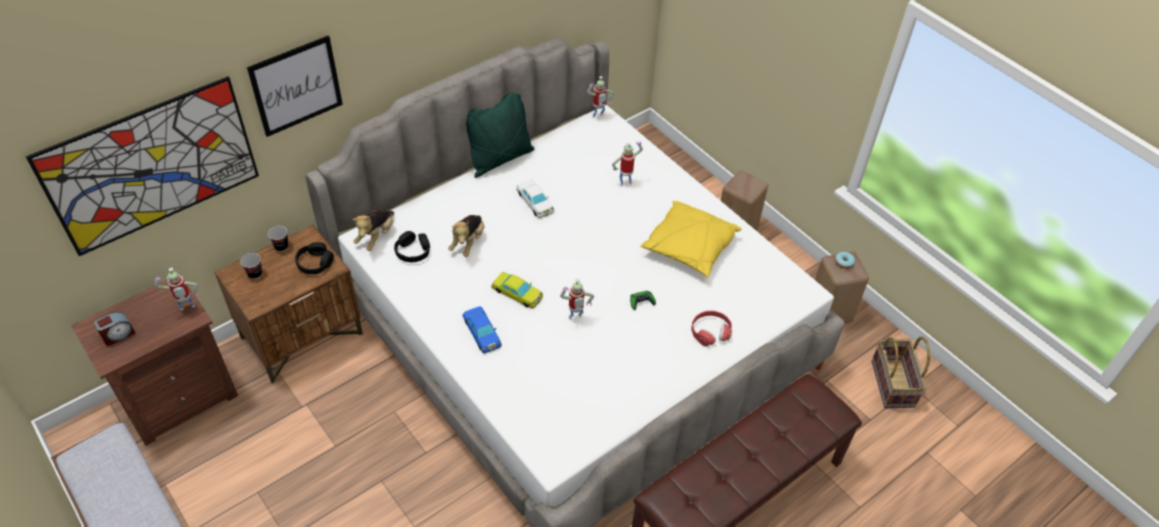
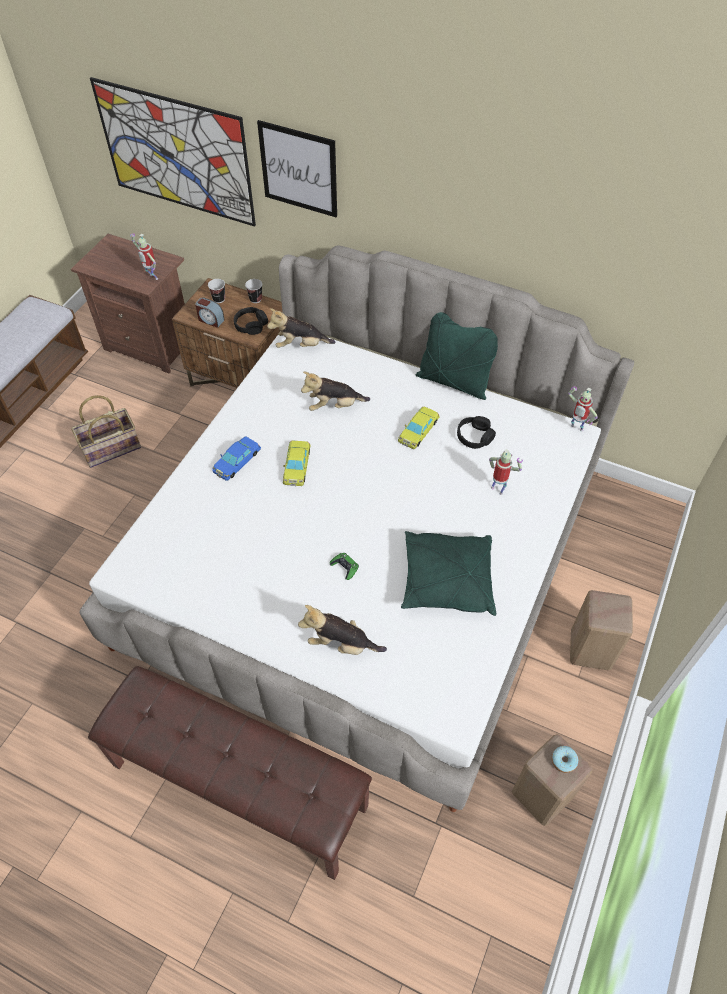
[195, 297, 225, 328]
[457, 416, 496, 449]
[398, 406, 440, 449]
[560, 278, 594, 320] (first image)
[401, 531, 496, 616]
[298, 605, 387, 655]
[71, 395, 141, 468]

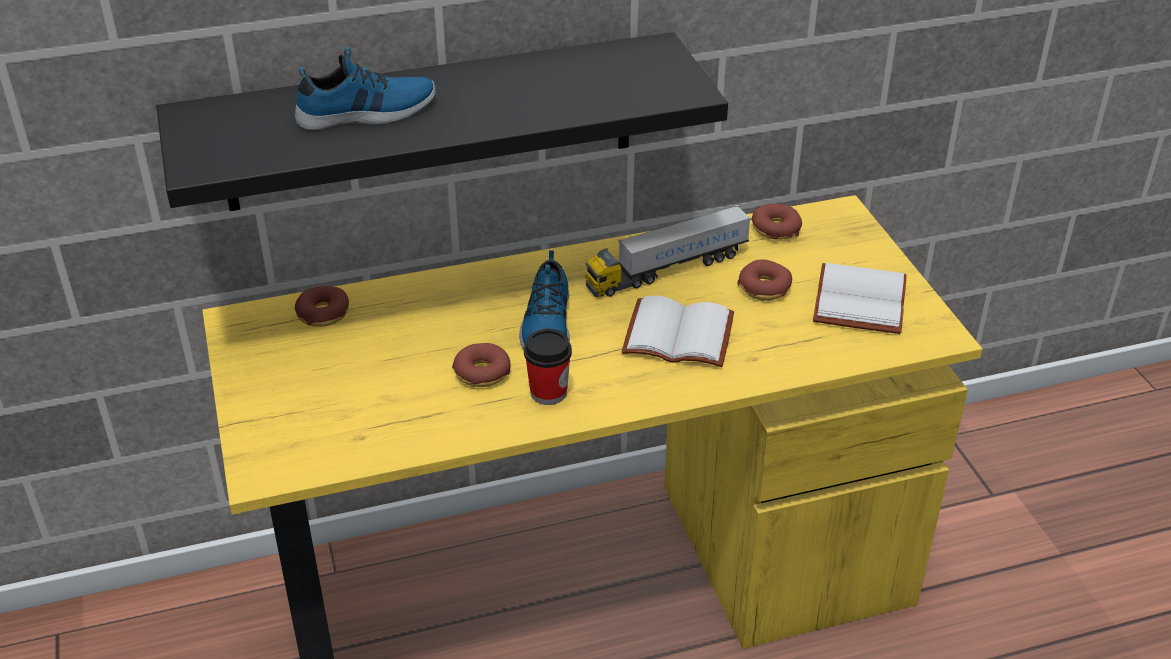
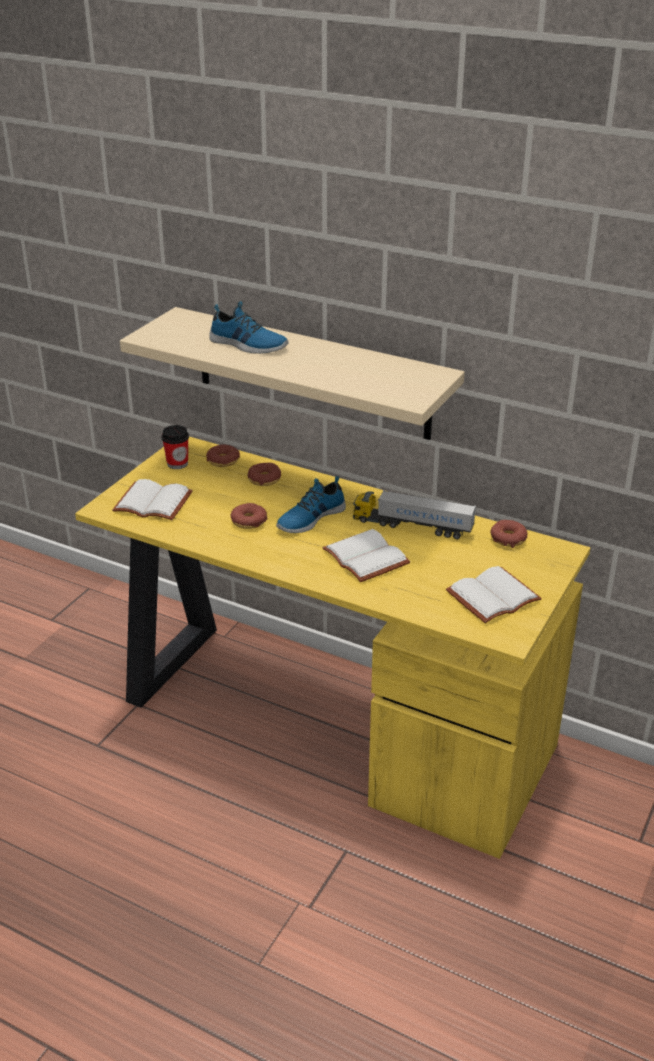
[120, 307, 465, 440]
[162, 425, 189, 469]
[248, 463, 281, 486]
[112, 479, 193, 520]

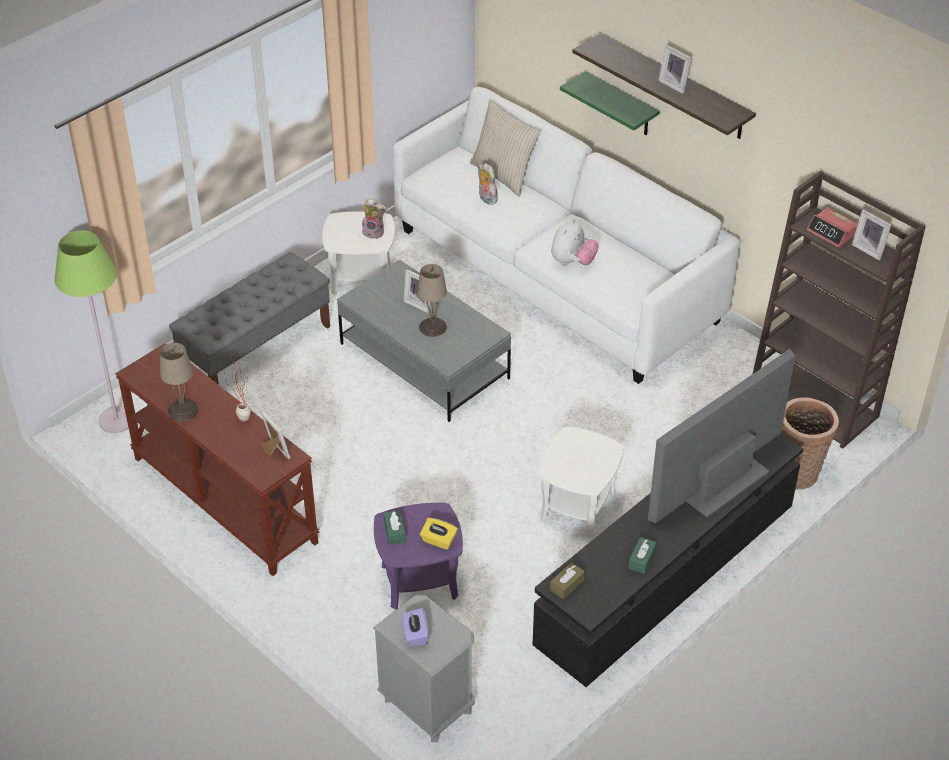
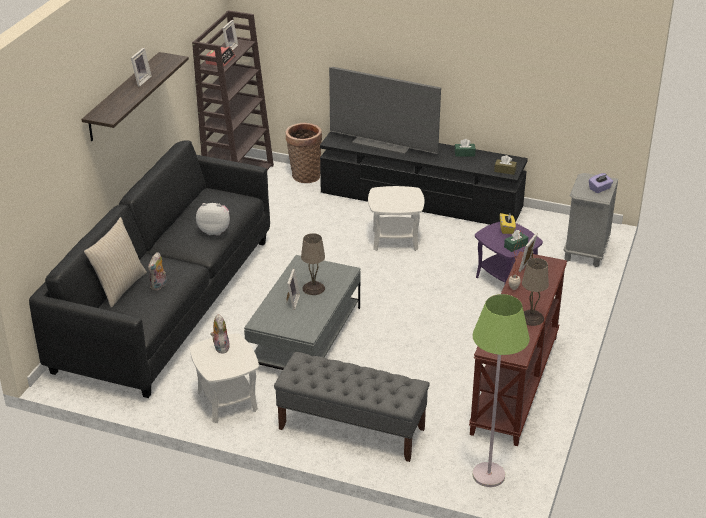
[29, 141, 270, 398]
[560, 71, 660, 135] (first image)

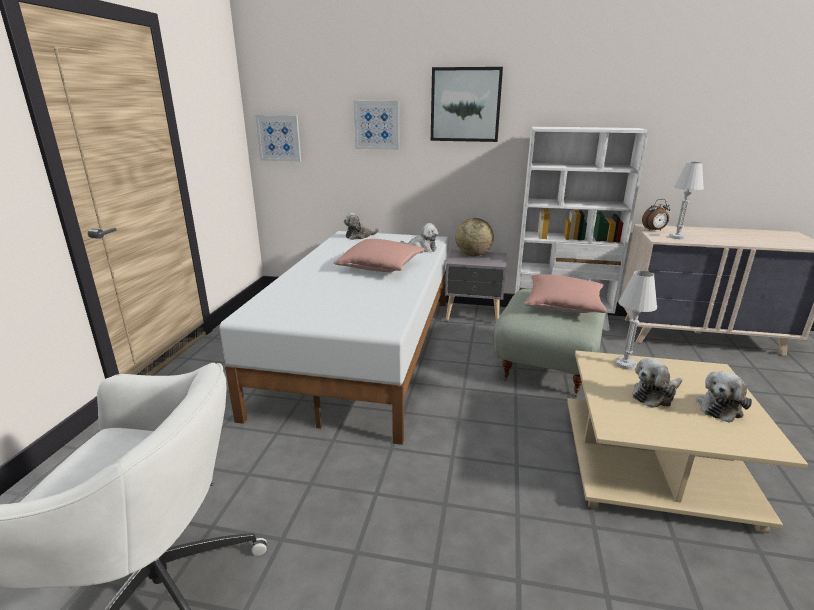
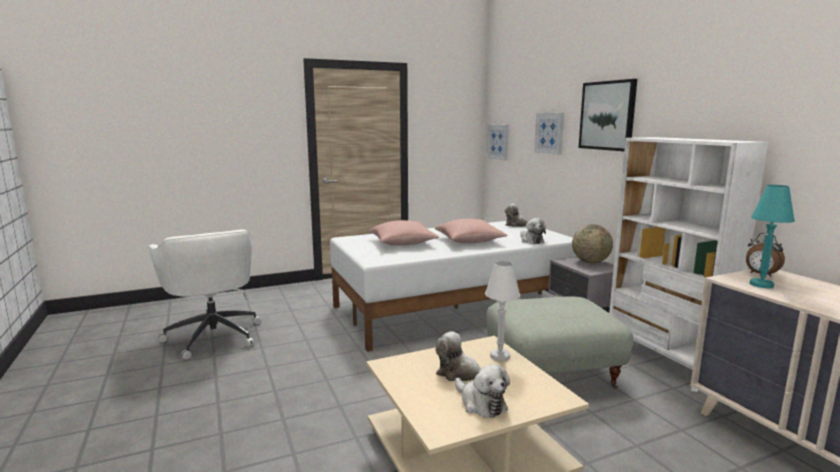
[369, 220, 439, 246]
[749, 185, 795, 288]
[455, 364, 510, 418]

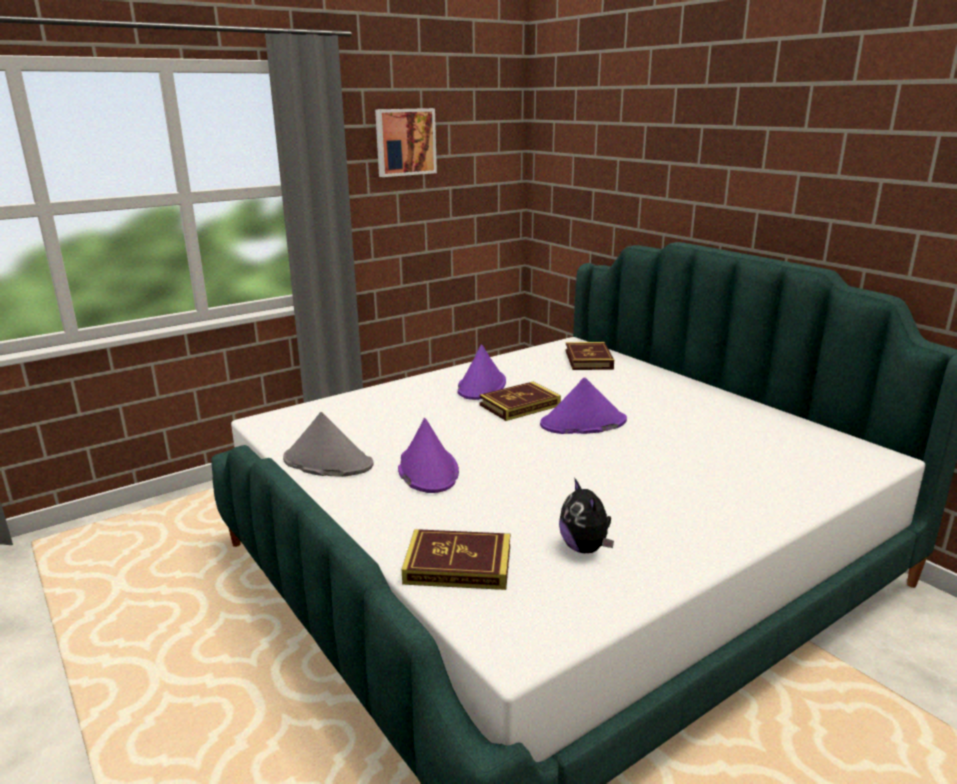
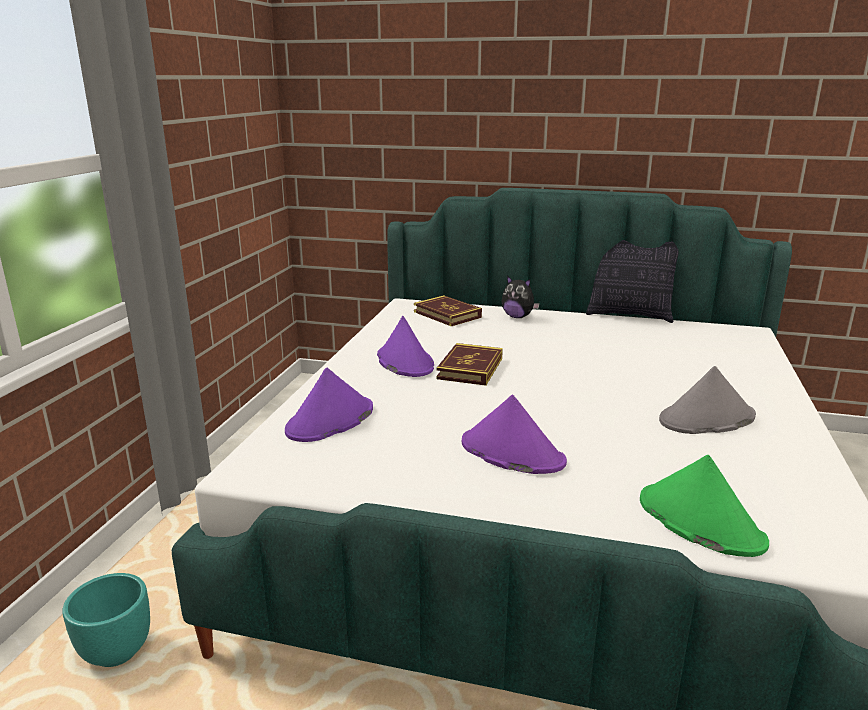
[659, 366, 756, 434]
[375, 108, 437, 177] (first image)
[640, 455, 769, 557]
[285, 368, 373, 442]
[502, 276, 540, 318]
[62, 573, 150, 667]
[586, 240, 678, 323]

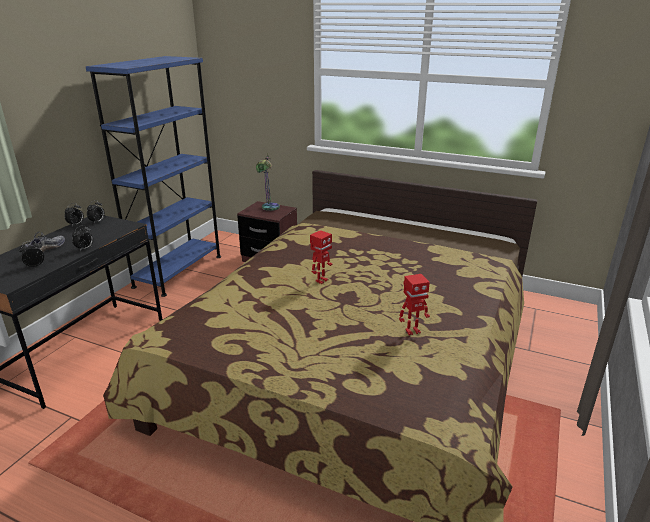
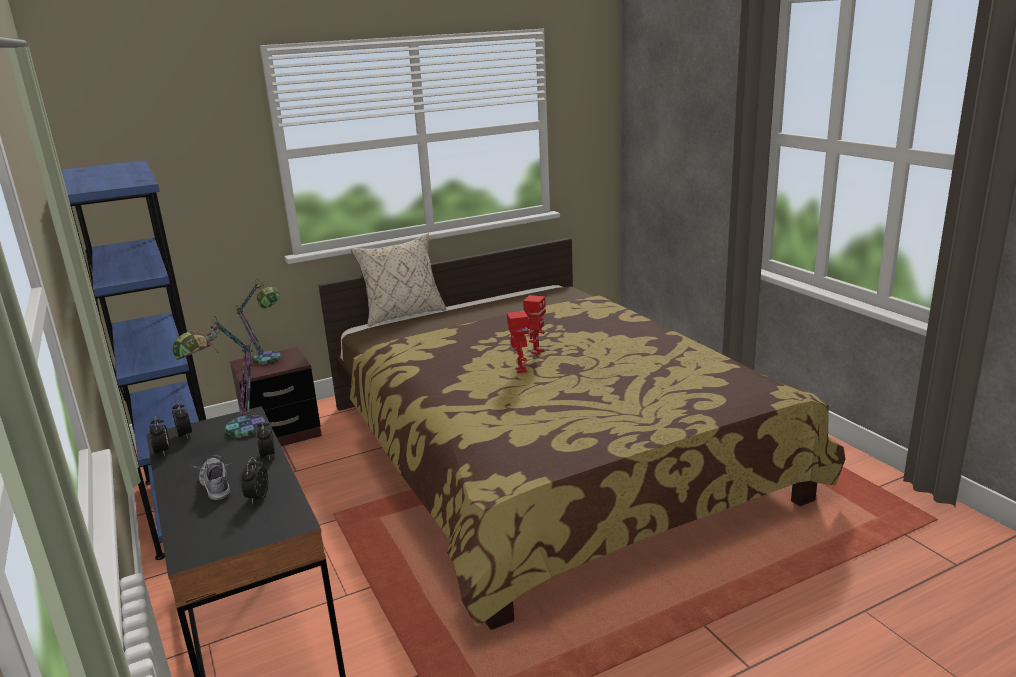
[523, 295, 546, 355]
[173, 316, 266, 438]
[351, 234, 447, 327]

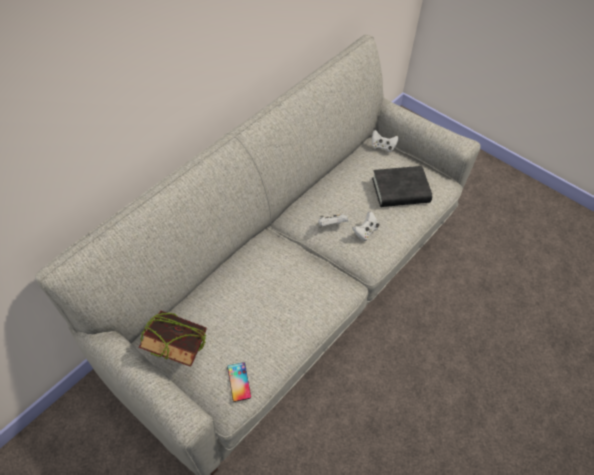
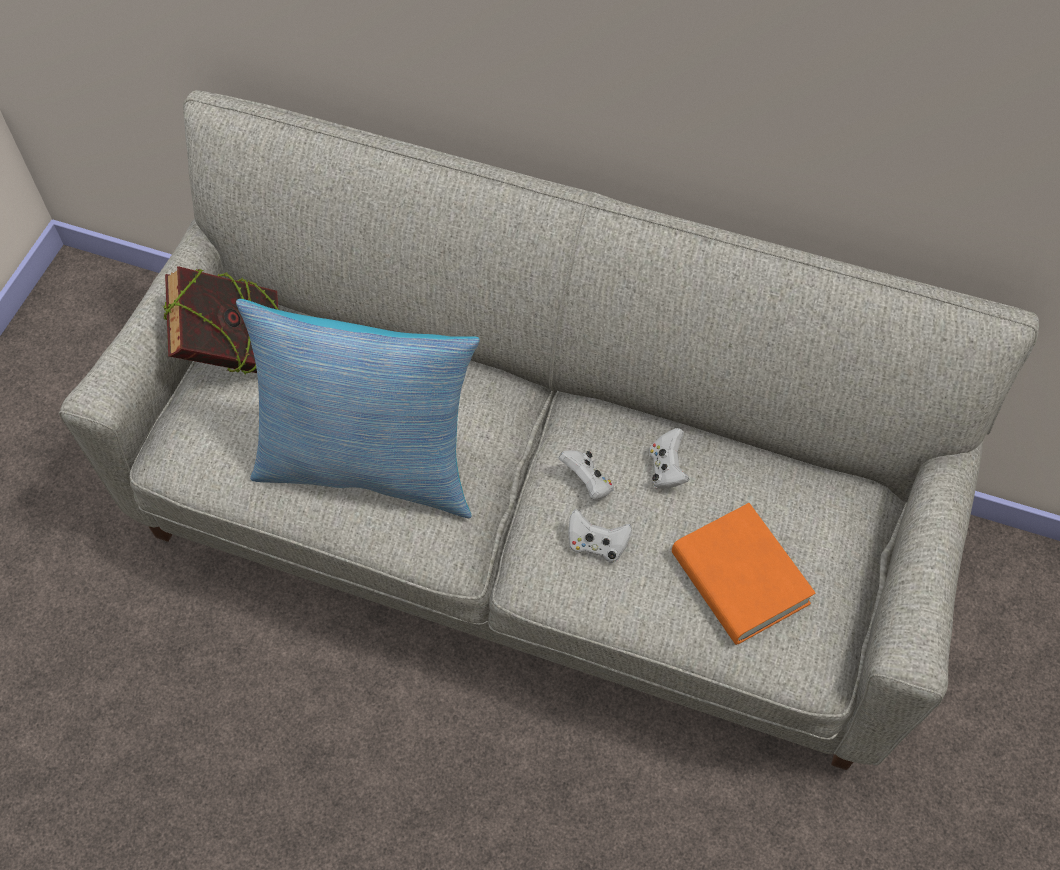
[227, 362, 251, 402] (first image)
[649, 428, 689, 489]
[672, 503, 815, 645]
[236, 299, 480, 518]

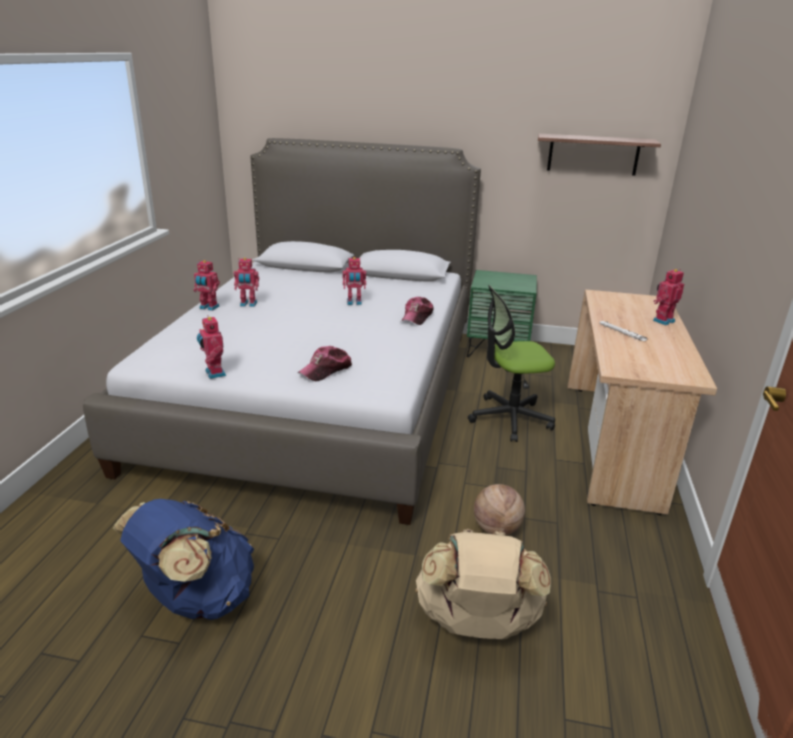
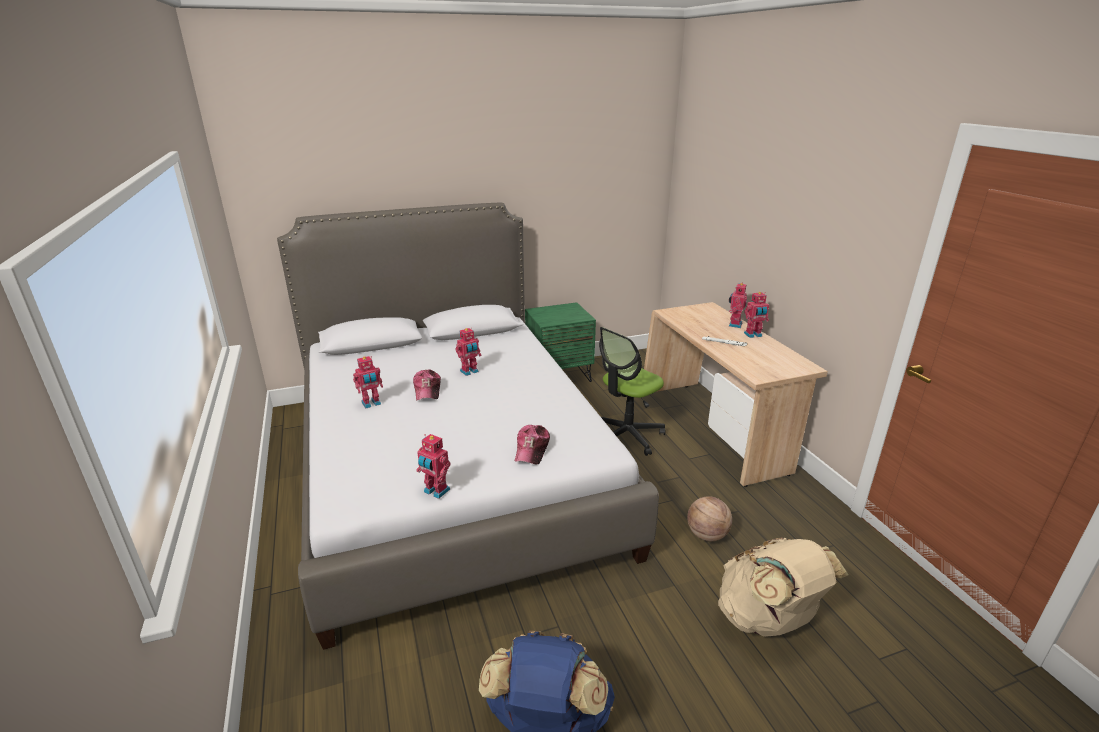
[744, 292, 769, 338]
[413, 369, 441, 401]
[538, 134, 661, 176] (first image)

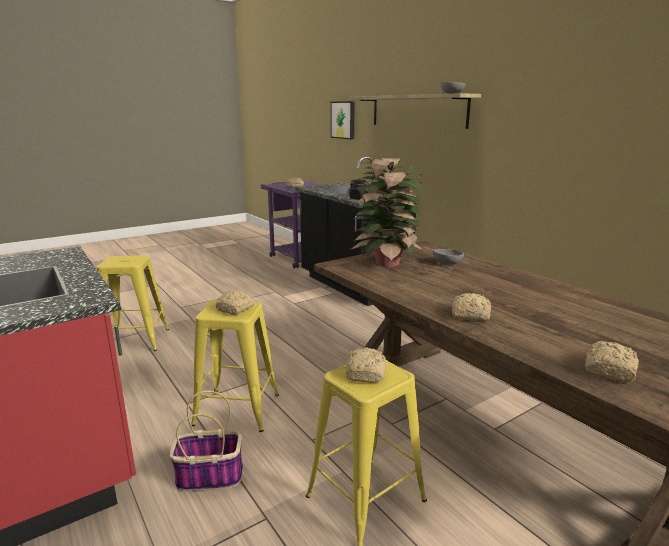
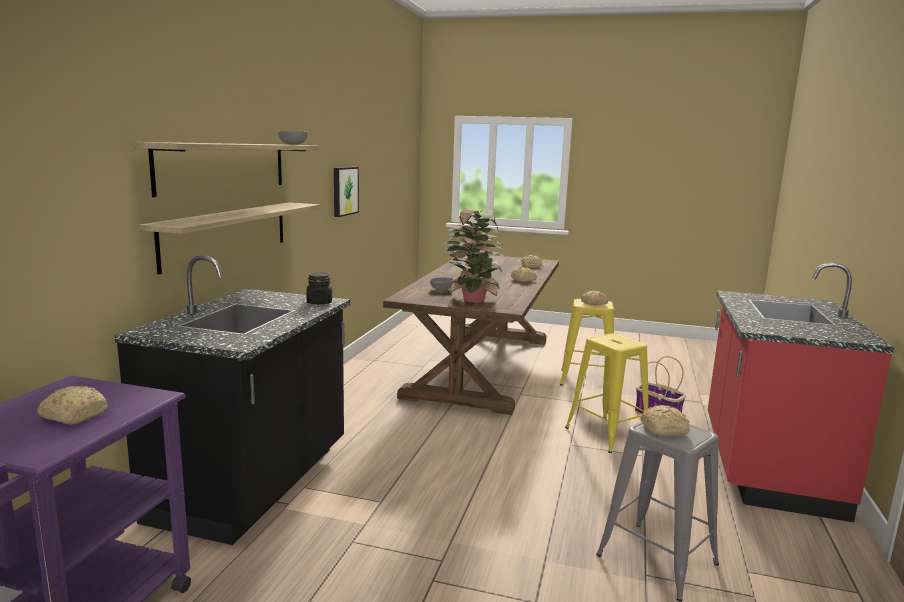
[596, 421, 719, 602]
[641, 405, 690, 436]
[334, 167, 359, 217]
[139, 202, 320, 275]

